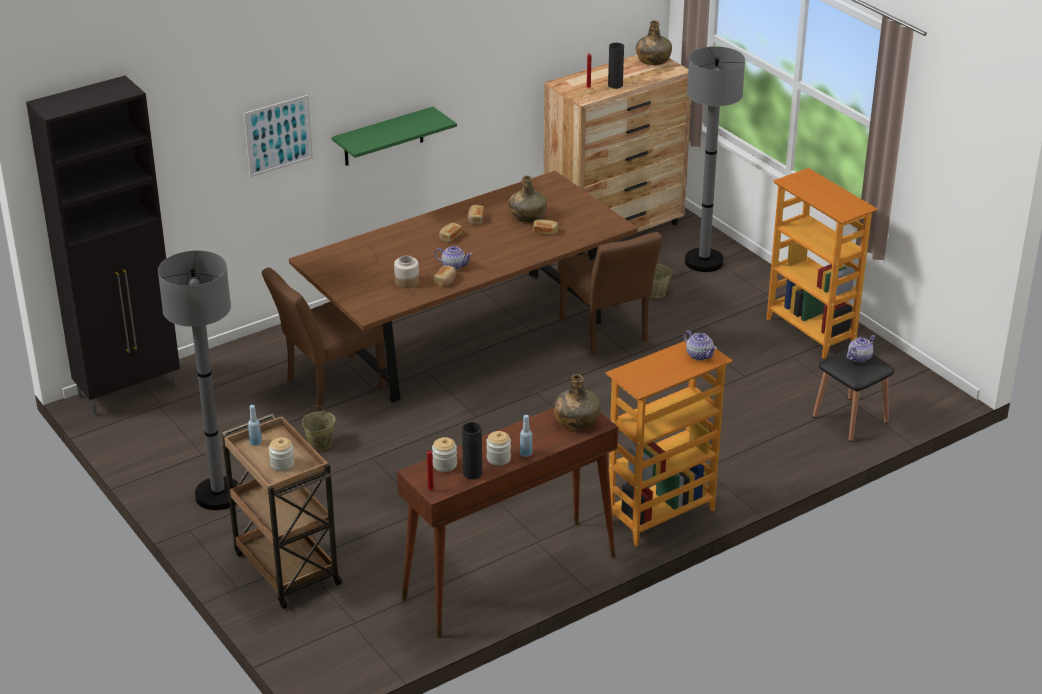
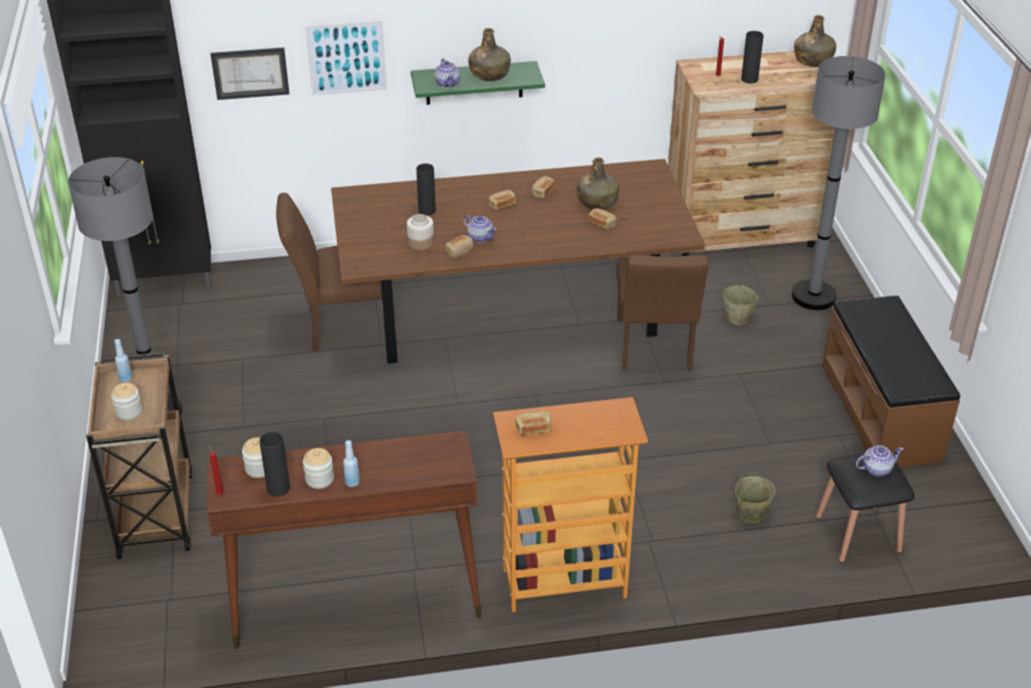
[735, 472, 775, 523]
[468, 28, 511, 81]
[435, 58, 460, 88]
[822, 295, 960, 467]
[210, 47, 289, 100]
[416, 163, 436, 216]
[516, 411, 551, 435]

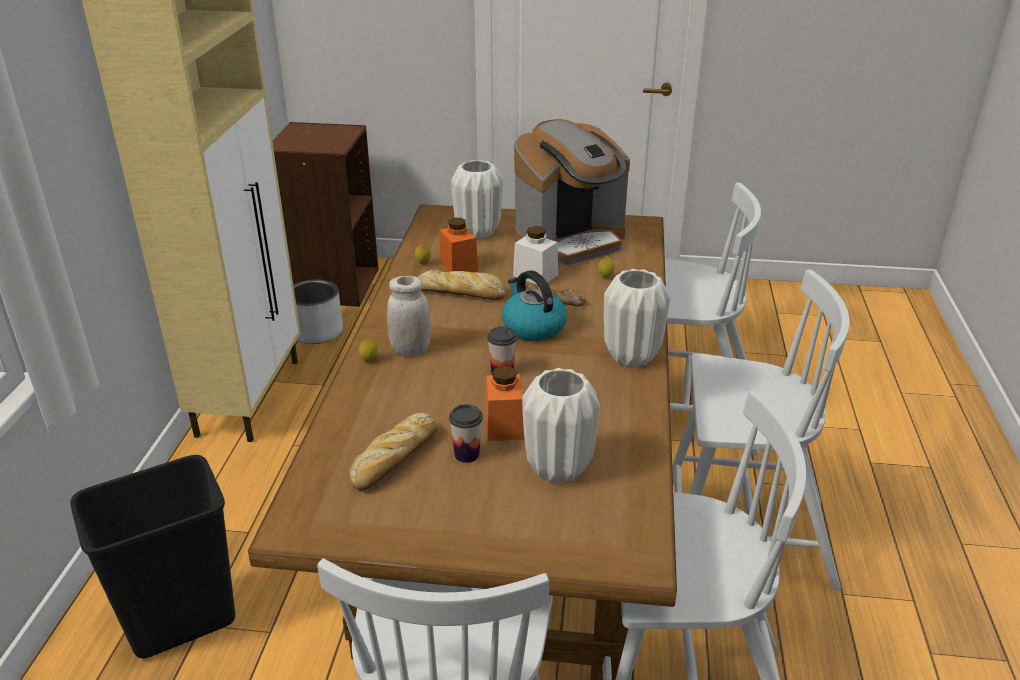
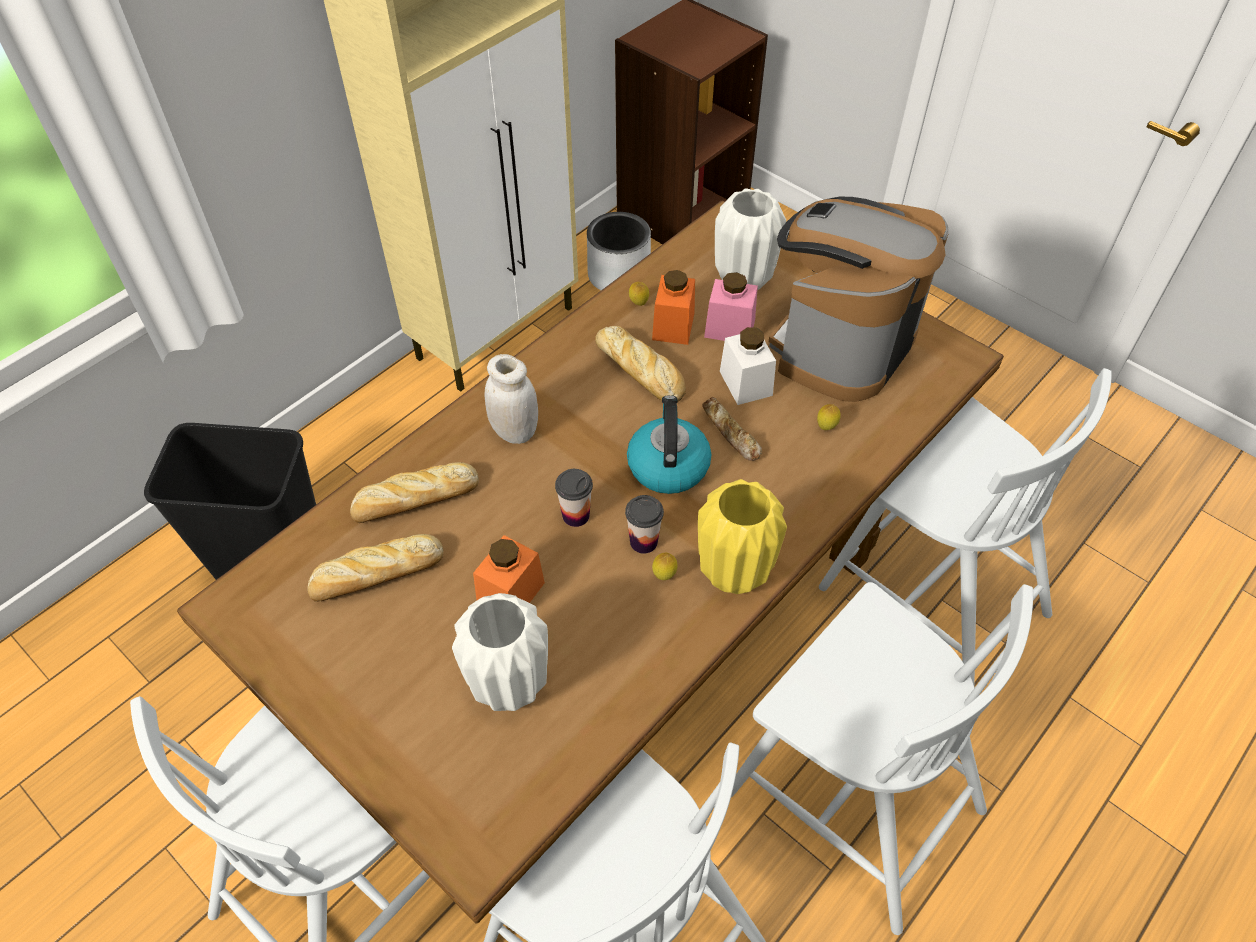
[652, 552, 678, 580]
[625, 495, 664, 554]
[769, 197, 949, 402]
[698, 479, 787, 594]
[350, 462, 479, 523]
[704, 272, 758, 341]

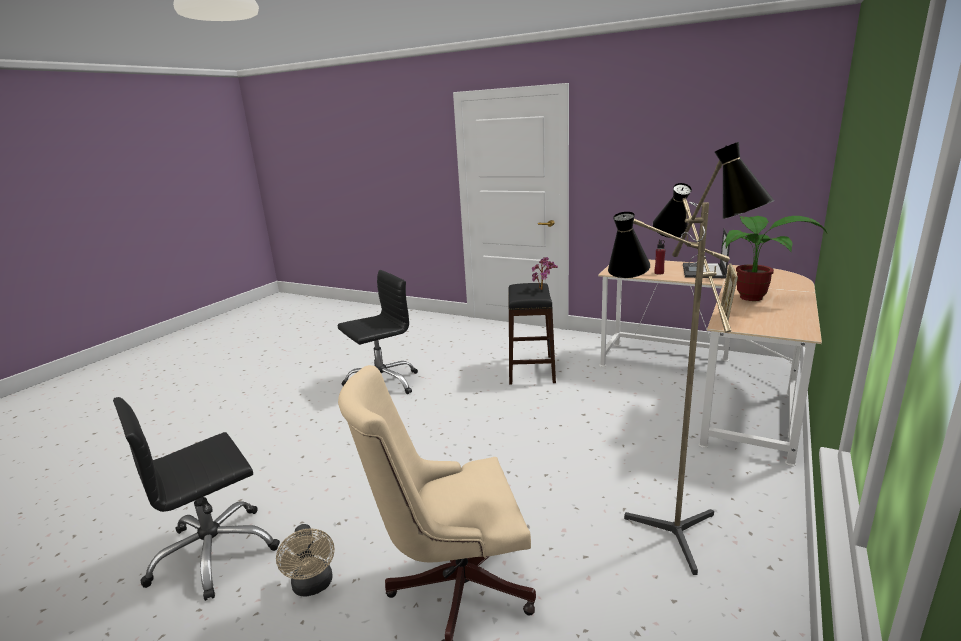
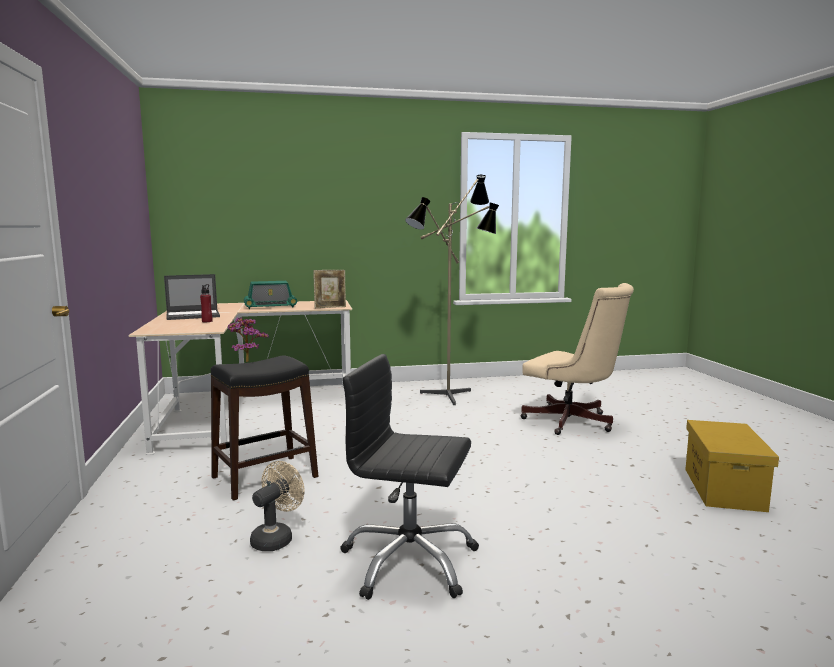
[685, 420, 779, 512]
[250, 461, 305, 551]
[244, 281, 297, 309]

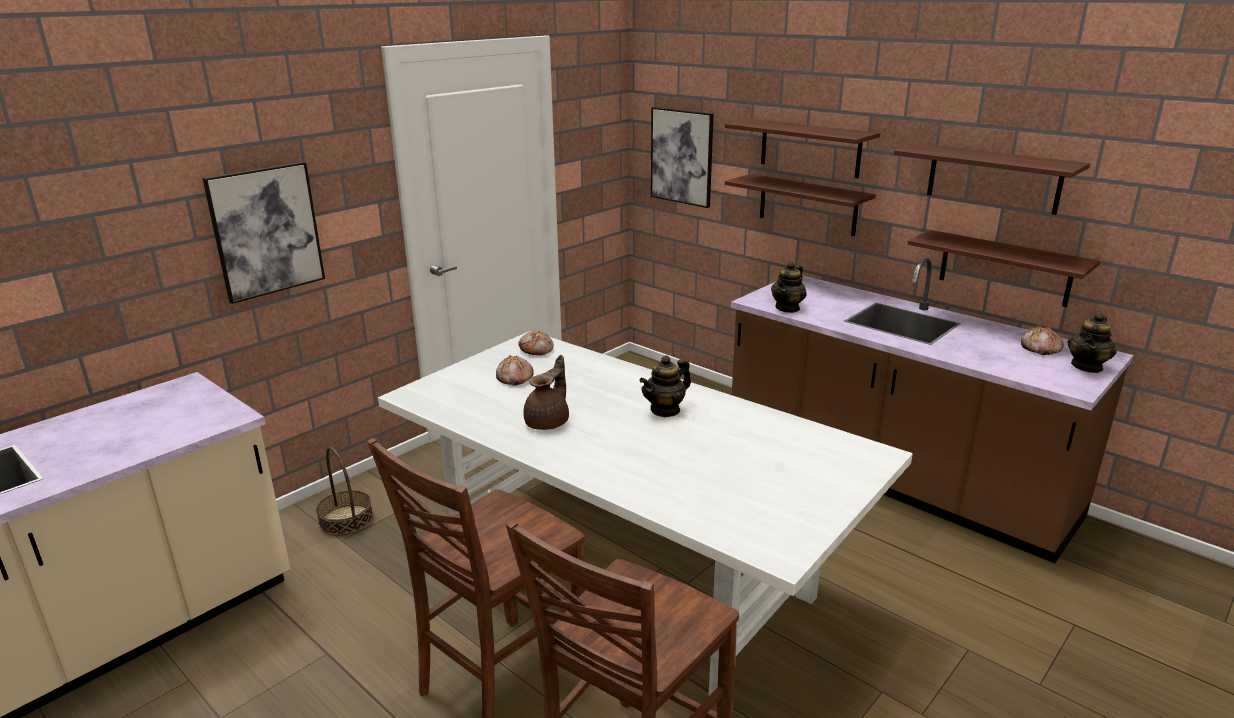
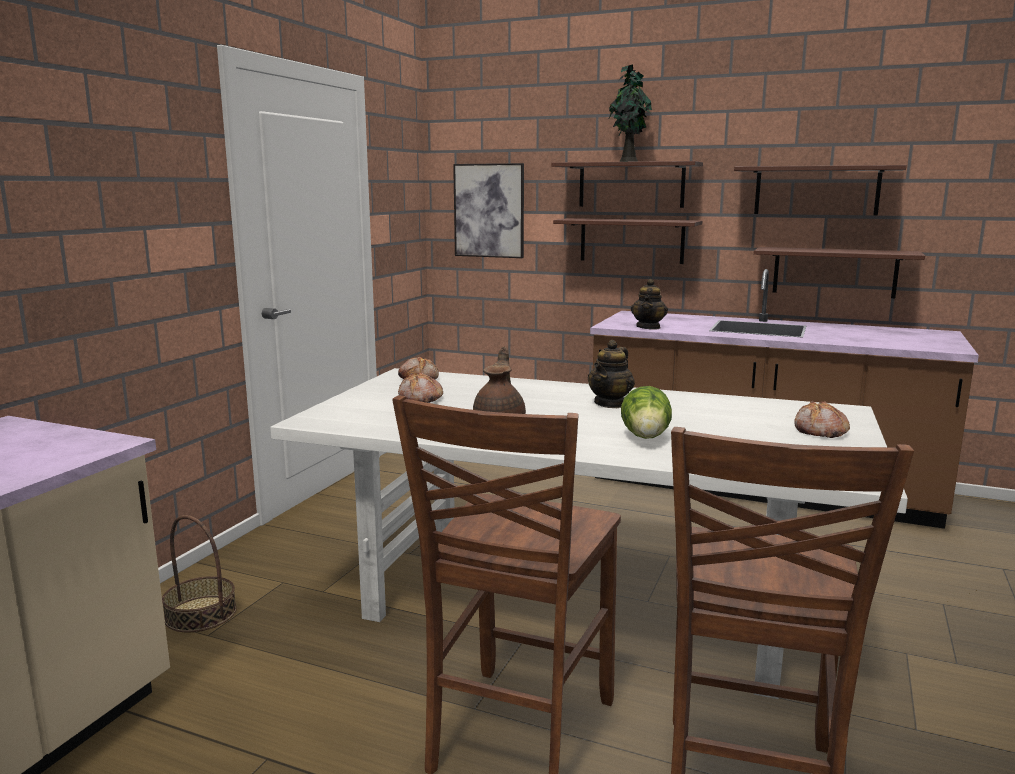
[203, 162, 325, 304] (first image)
[794, 401, 850, 438]
[1067, 313, 1117, 373] (first image)
[608, 64, 652, 162]
[621, 386, 672, 439]

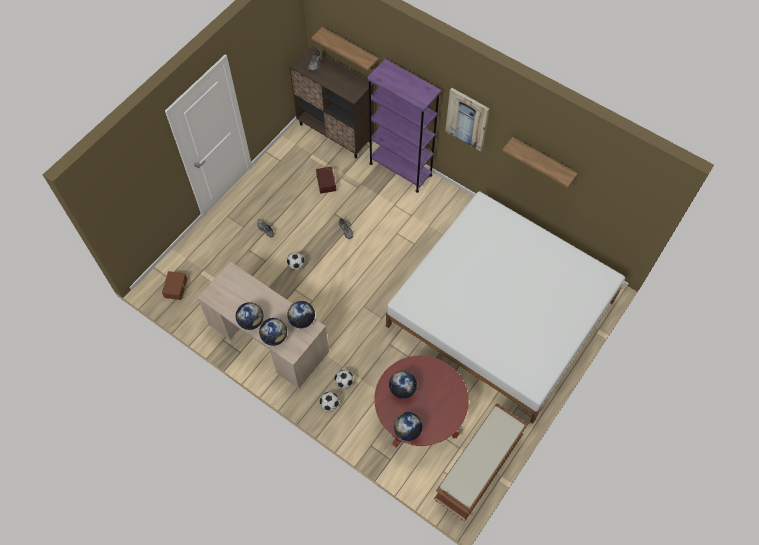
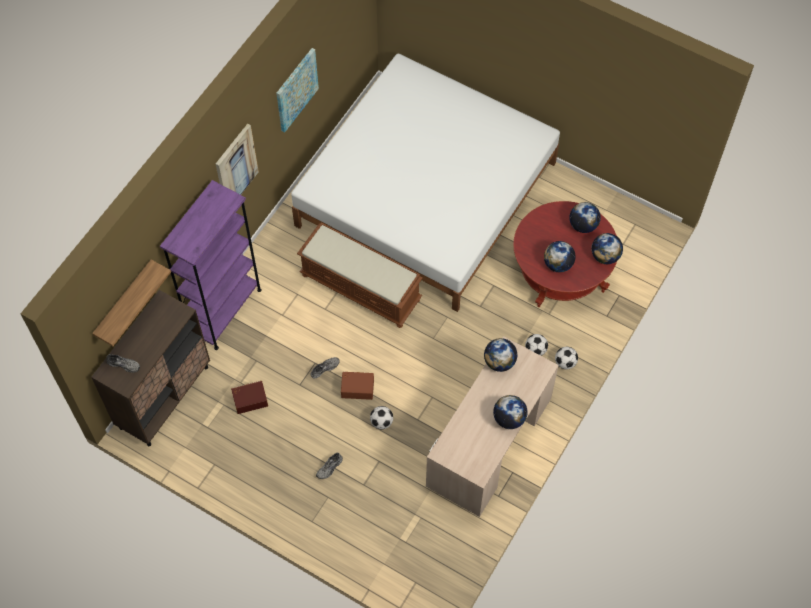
[341, 372, 374, 400]
[569, 202, 601, 233]
[297, 223, 423, 328]
[276, 48, 319, 133]

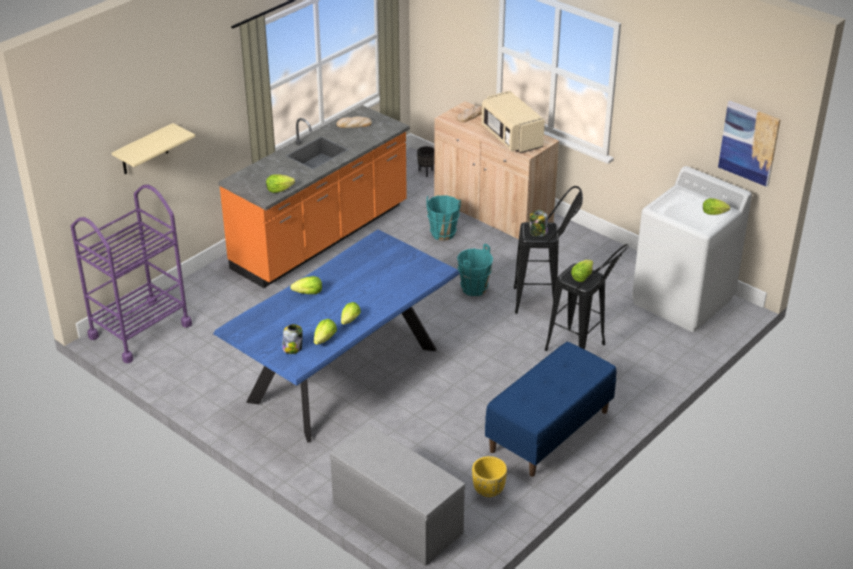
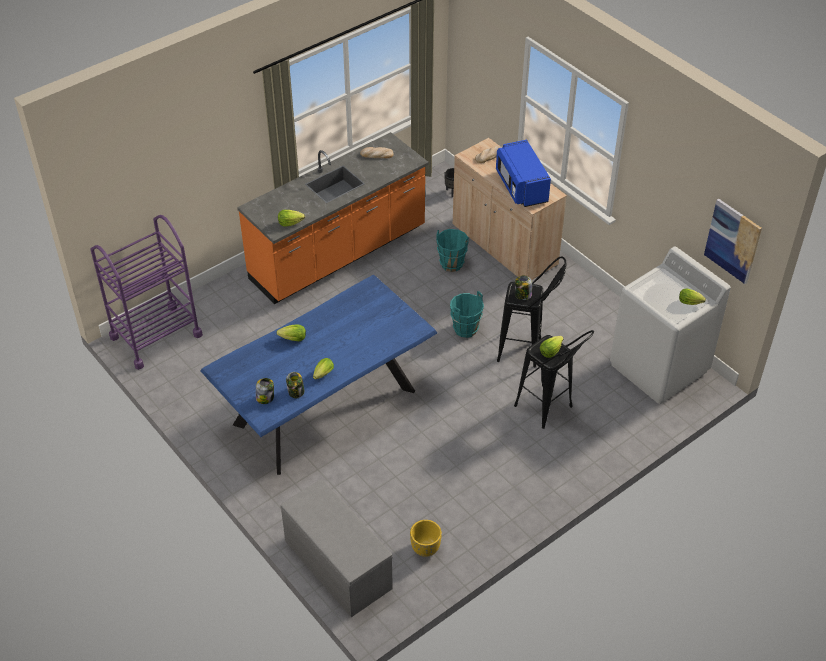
[112, 123, 195, 174] (first image)
[286, 372, 304, 398]
[496, 140, 551, 207]
[485, 342, 616, 477] (first image)

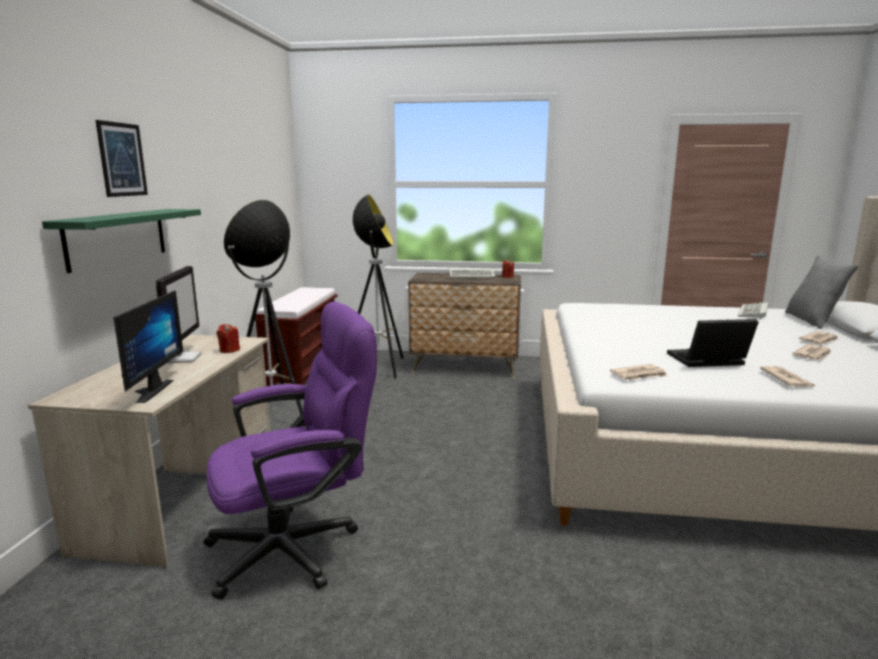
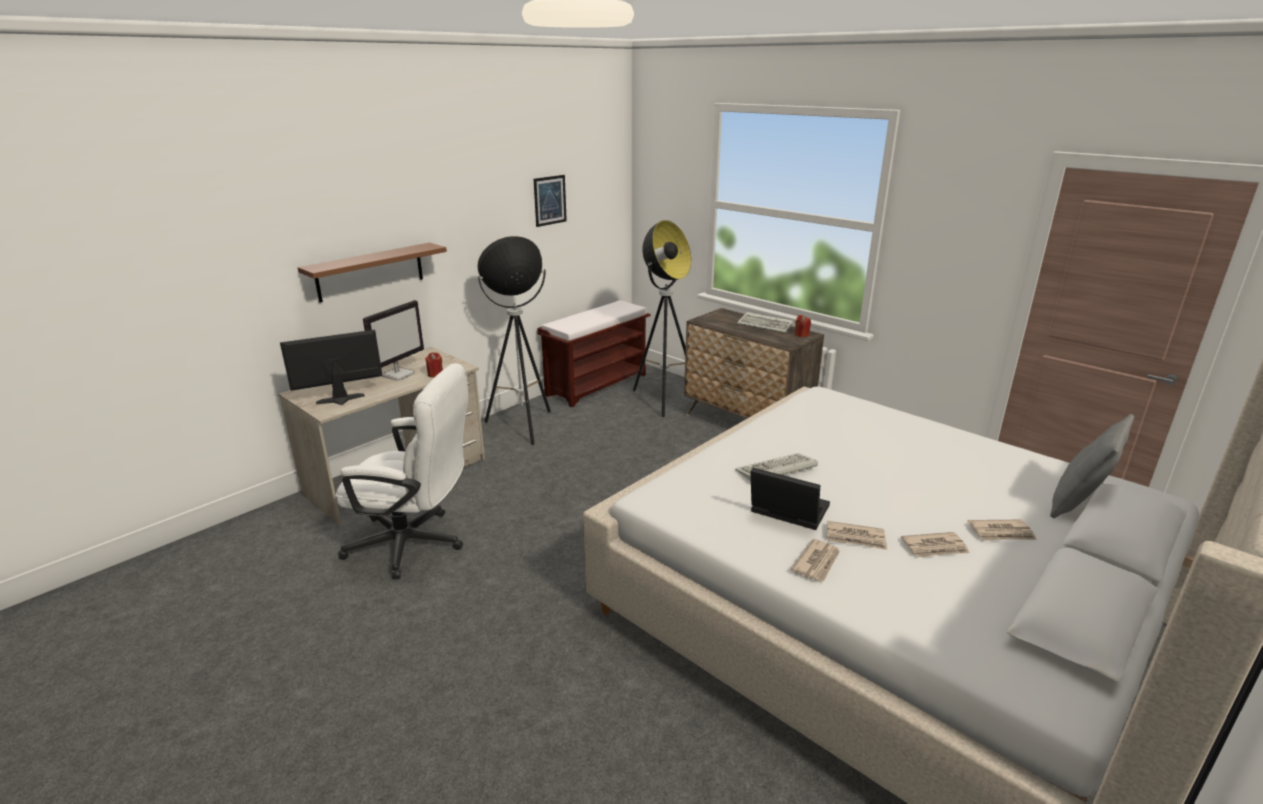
[298, 243, 447, 302]
[534, 175, 567, 227]
[280, 330, 383, 405]
[336, 363, 468, 579]
[827, 521, 887, 550]
[735, 453, 818, 481]

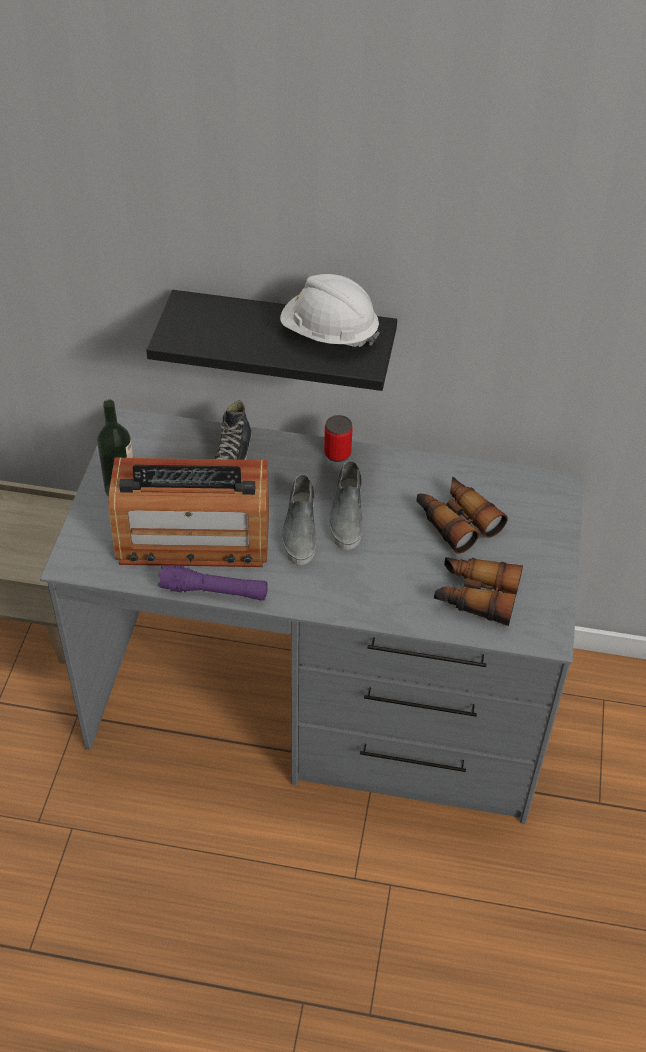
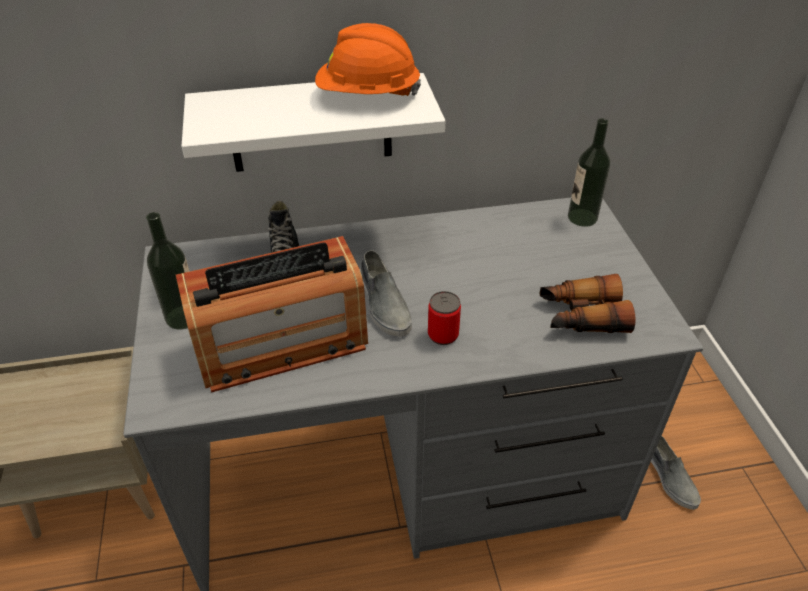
[181, 73, 445, 172]
[158, 565, 268, 601] (first image)
[315, 23, 421, 96]
[428, 291, 461, 345]
[651, 436, 701, 510]
[416, 476, 508, 554] (first image)
[568, 118, 610, 227]

